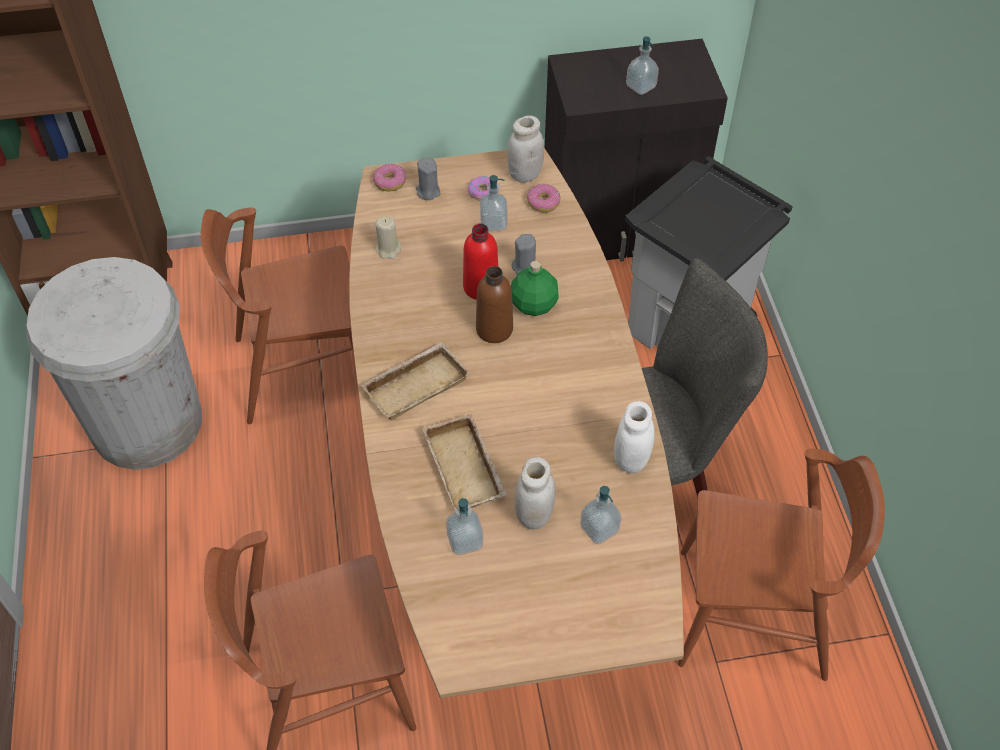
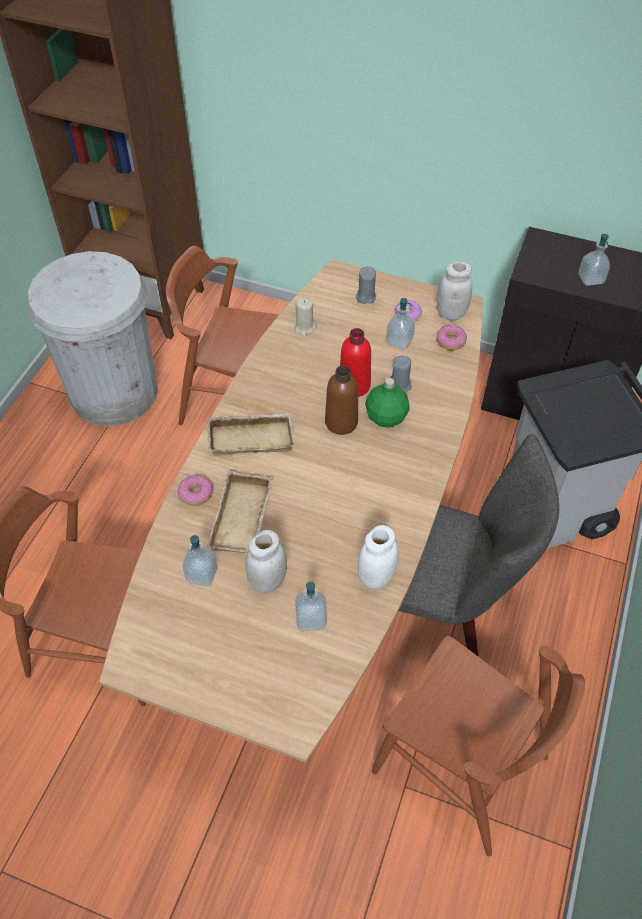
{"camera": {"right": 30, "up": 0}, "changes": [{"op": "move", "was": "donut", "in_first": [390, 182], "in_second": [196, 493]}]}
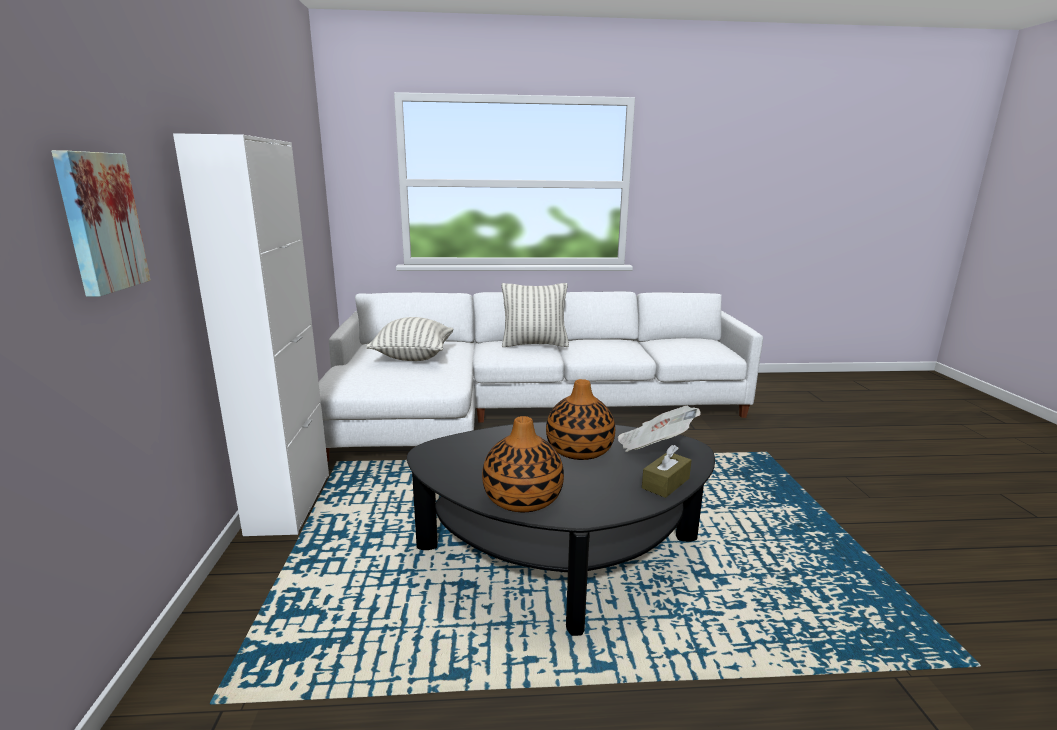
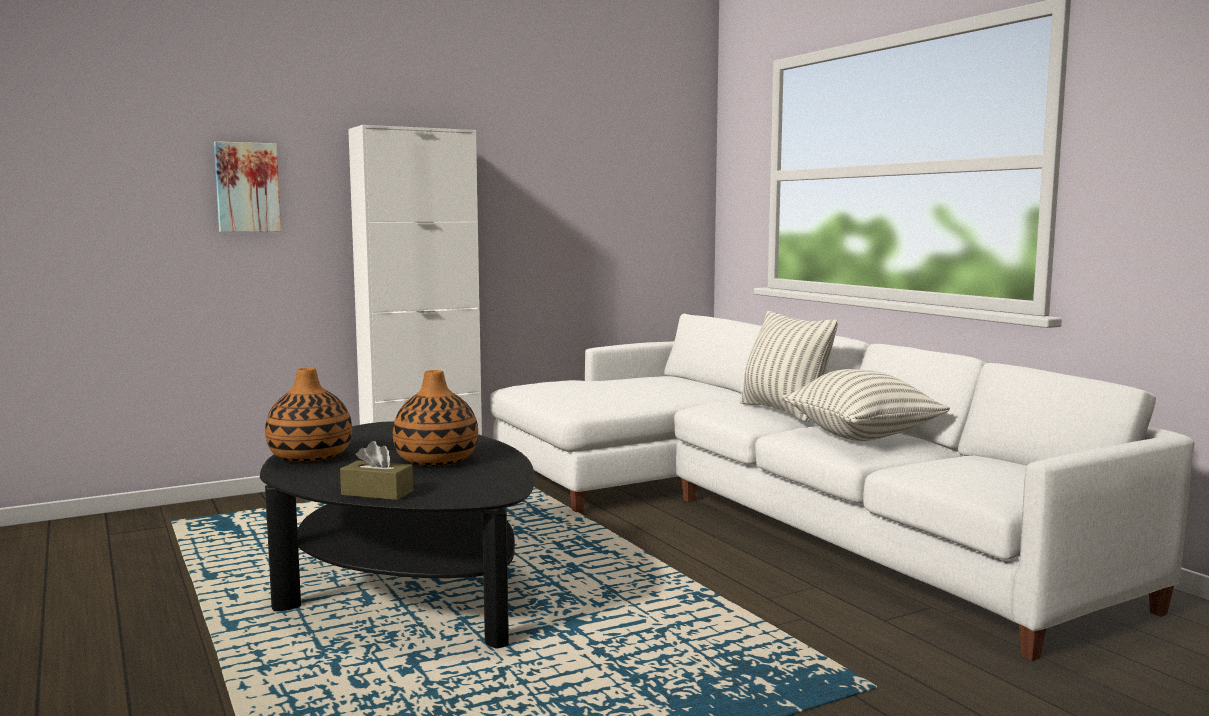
{"camera": {"right": 65, "up": -10}, "changes": [{"op": "move", "was": "pillow", "in_first": [413, 357], "in_second": [861, 436]}, {"op": "delete", "was": "newspaper", "in_first": [654, 447]}]}
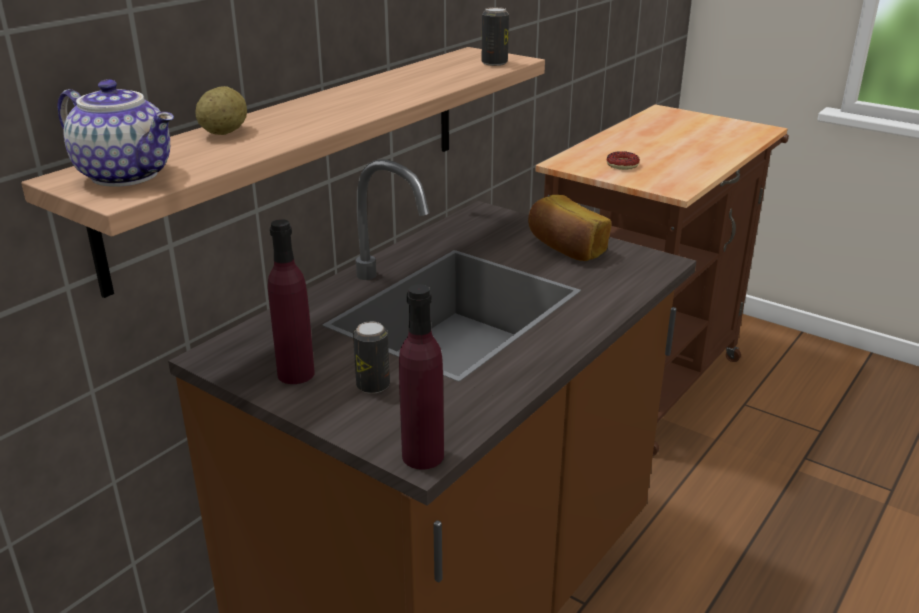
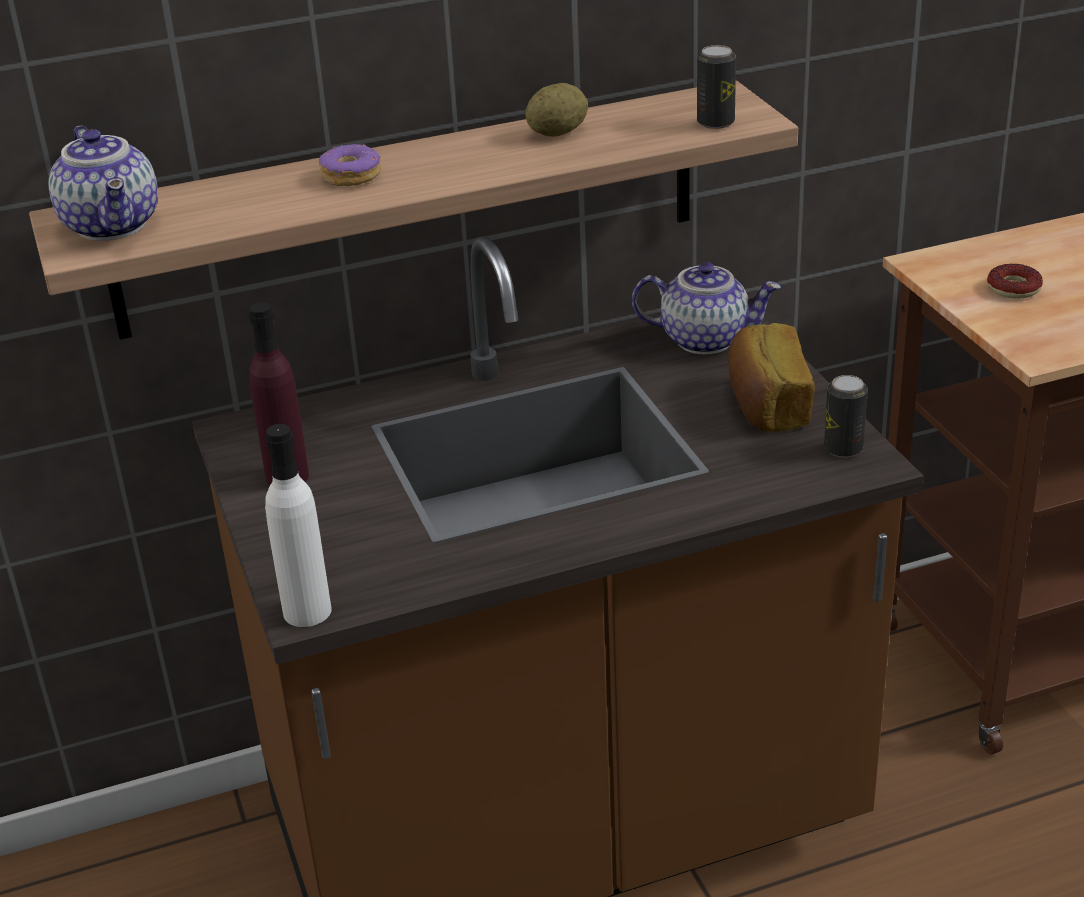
{"camera": {"right": 35, "up": 5}, "changes": [{"op": "move", "was": "potato", "in_first": [224, 132], "in_second": [557, 133]}, {"op": "move", "was": "can", "in_first": [373, 385], "in_second": [843, 448]}, {"op": "recolor", "was": "purple_bottle", "now": "white_bottle", "in_first": [423, 456], "in_second": [307, 611]}, {"op": "insert", "now": "donut", "in_second": [351, 176]}, {"op": "insert", "now": "teapot", "in_second": [706, 339]}]}
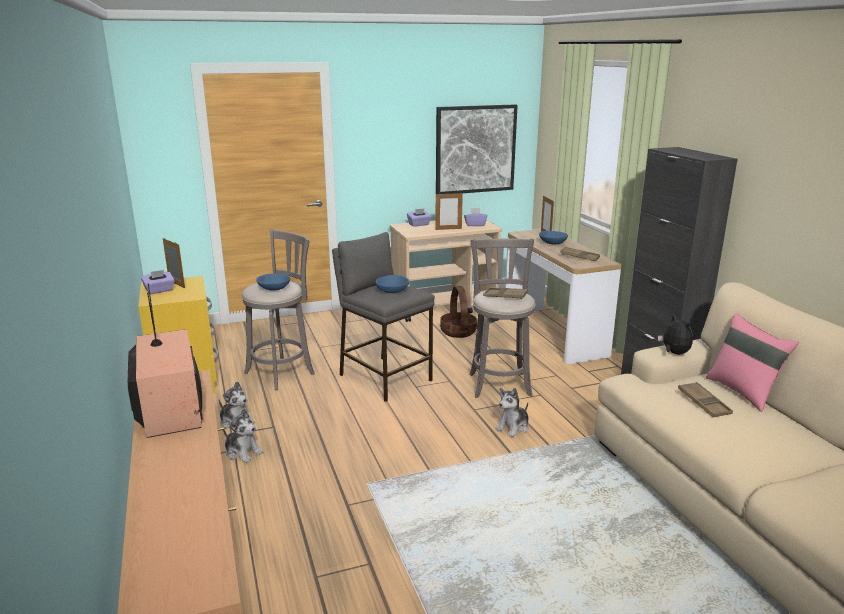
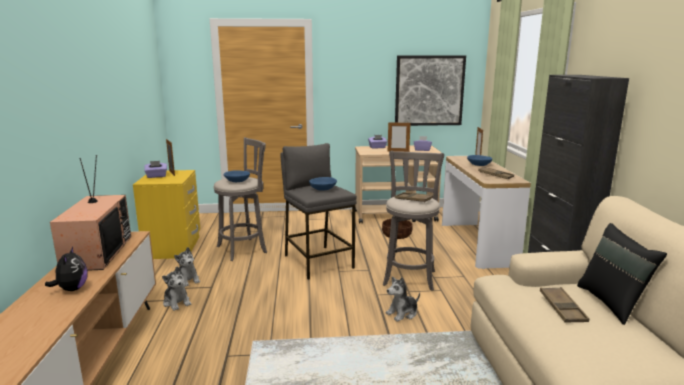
{"camera": {"right": 15, "up": -5}, "changes": [{"op": "move", "was": "plush_toy", "in_first": [674, 353], "in_second": [72, 289]}, {"op": "recolor", "was": "pink_pillow", "now": "black_pillow", "in_first": [743, 392], "in_second": [612, 303]}]}
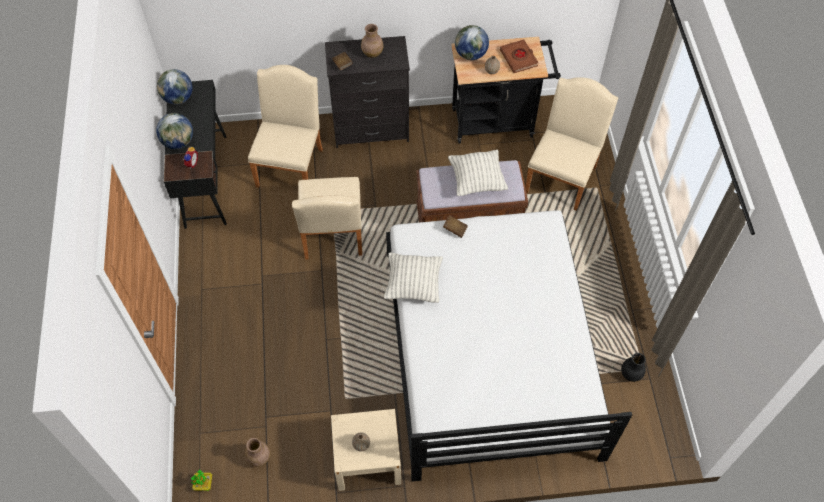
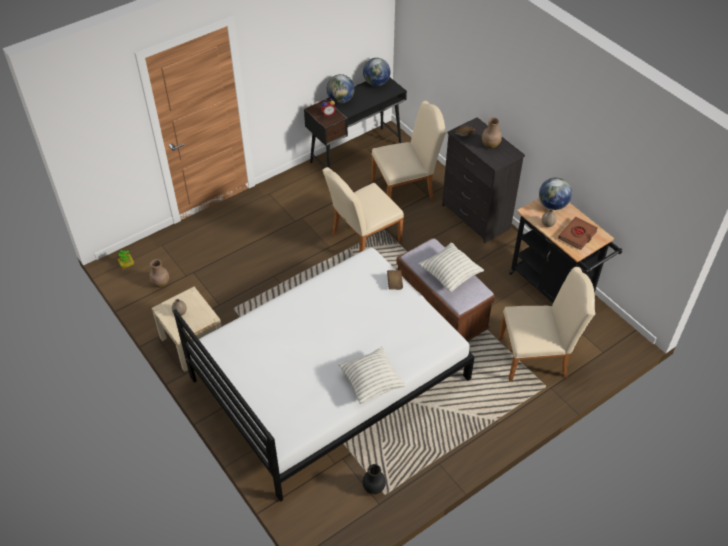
{"camera": {"right": 60, "up": -10}, "changes": [{"op": "move", "was": "pillow", "in_first": [413, 284], "in_second": [371, 383]}]}
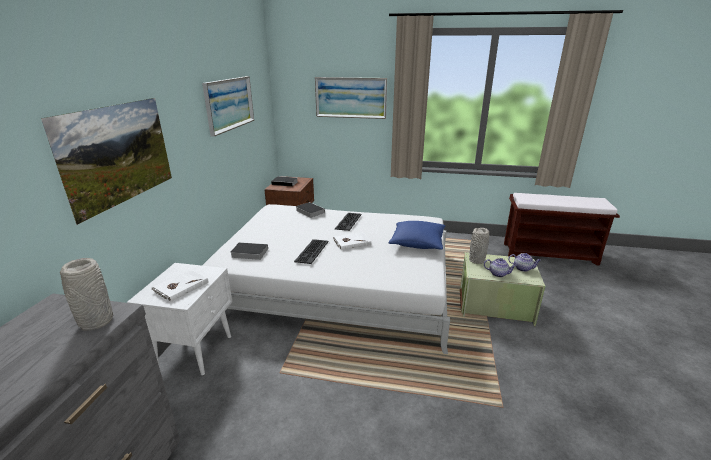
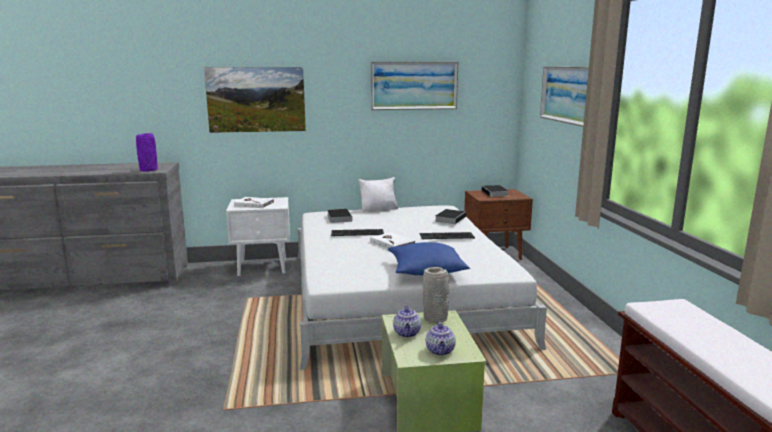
{"camera": {"right": 70, "up": -10}, "changes": [{"op": "recolor", "was": "grey_vase", "now": "purple_vase", "in_first": [95, 321], "in_second": [148, 170]}, {"op": "insert", "now": "white_pillow", "in_second": [379, 209]}]}
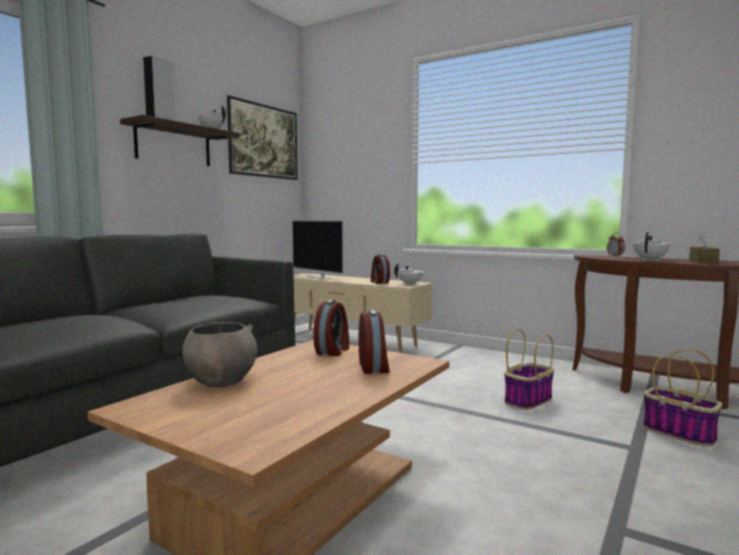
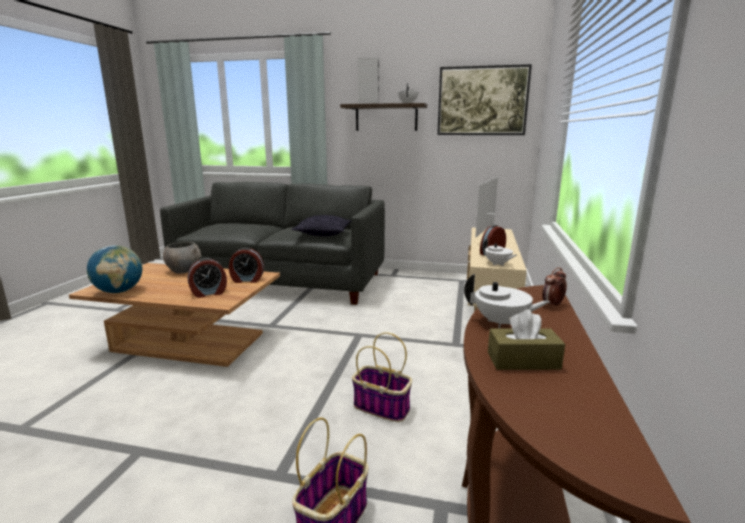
{"camera": {"right": 70, "up": 10}, "changes": [{"op": "insert", "now": "globe", "in_second": [119, 291]}, {"op": "insert", "now": "pillow", "in_second": [323, 234]}]}
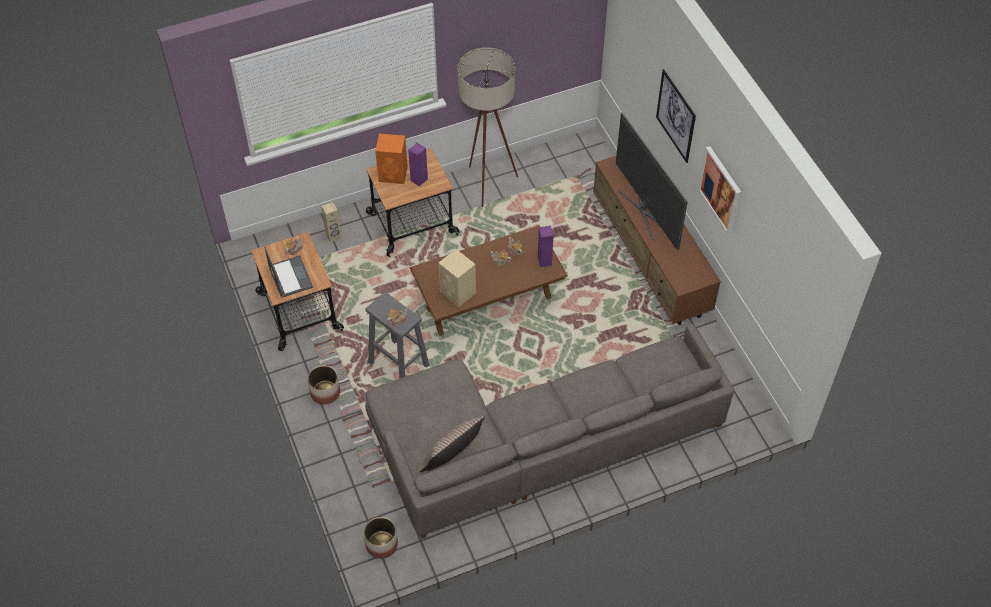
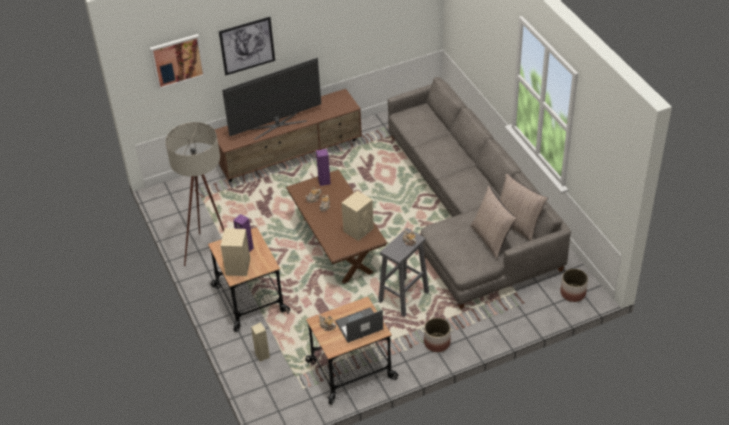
{"camera": {"right": -90, "up": -10}, "changes": [{"op": "recolor", "was": "orange_speaker", "now": "beige_speaker", "in_first": [394, 174], "in_second": [238, 266]}, {"op": "move", "was": "picture", "in_first": [721, 190], "in_second": [177, 61]}, {"op": "insert", "now": "pillow", "in_second": [491, 239]}]}
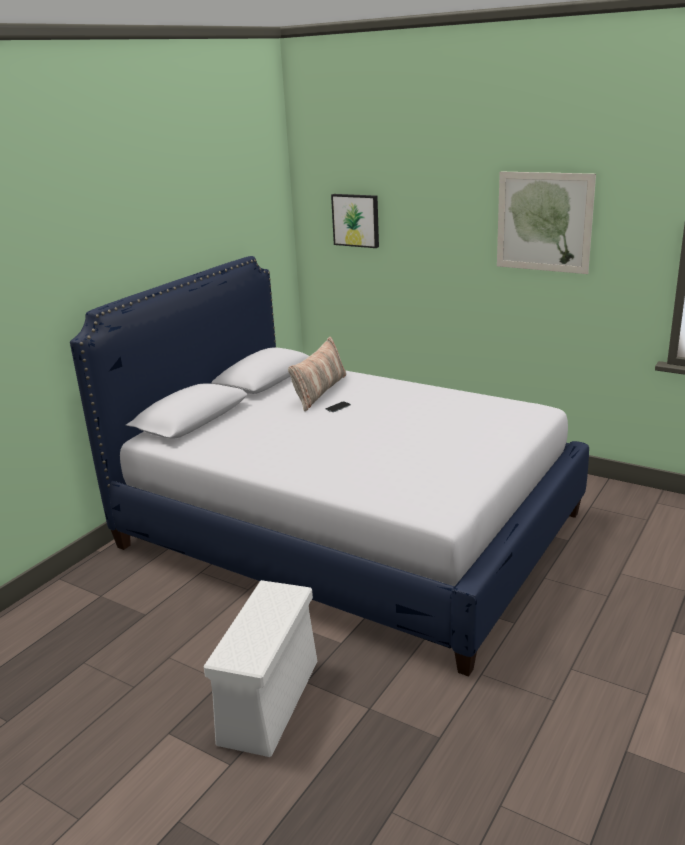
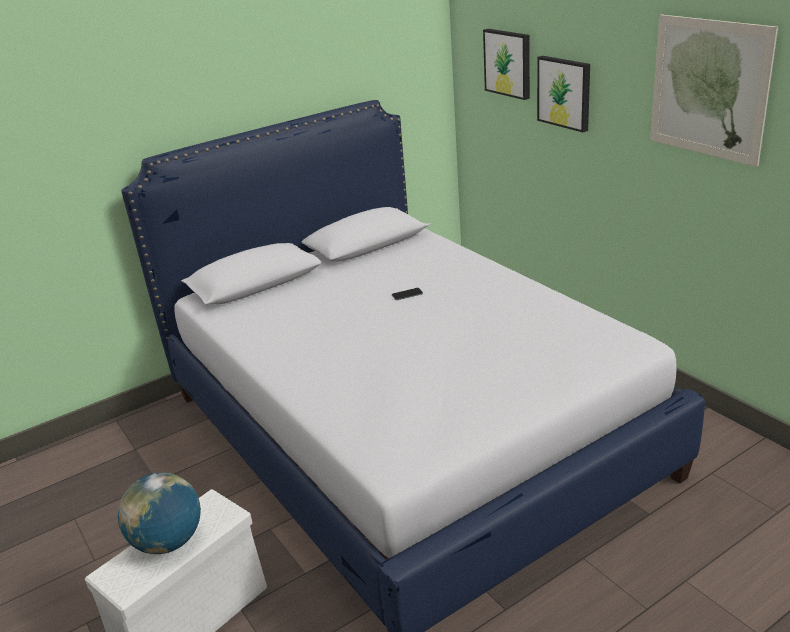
{"camera": {"right": 25, "up": 5}, "changes": [{"op": "delete", "was": "pillow", "in_first": [319, 391]}, {"op": "insert", "now": "globe", "in_second": [168, 542]}, {"op": "insert", "now": "picture", "in_second": [565, 92]}]}
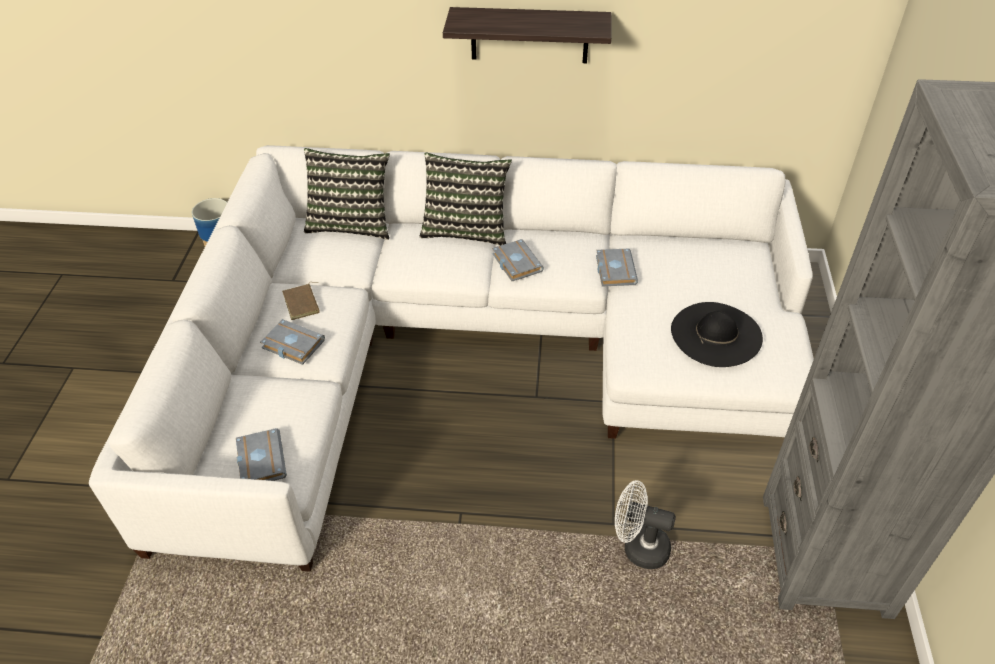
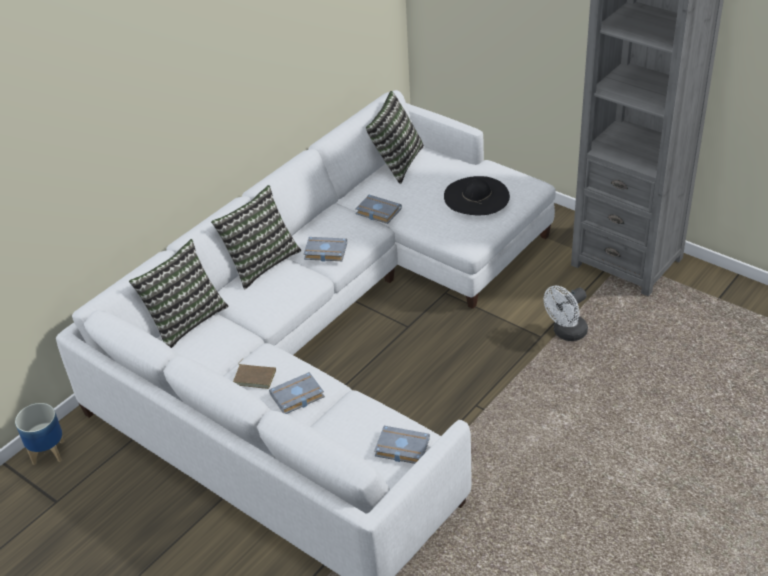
{"camera": {"right": -55, "up": -5}, "changes": [{"op": "delete", "was": "shelf", "in_first": [529, 35]}, {"op": "insert", "now": "pillow", "in_second": [396, 162]}]}
